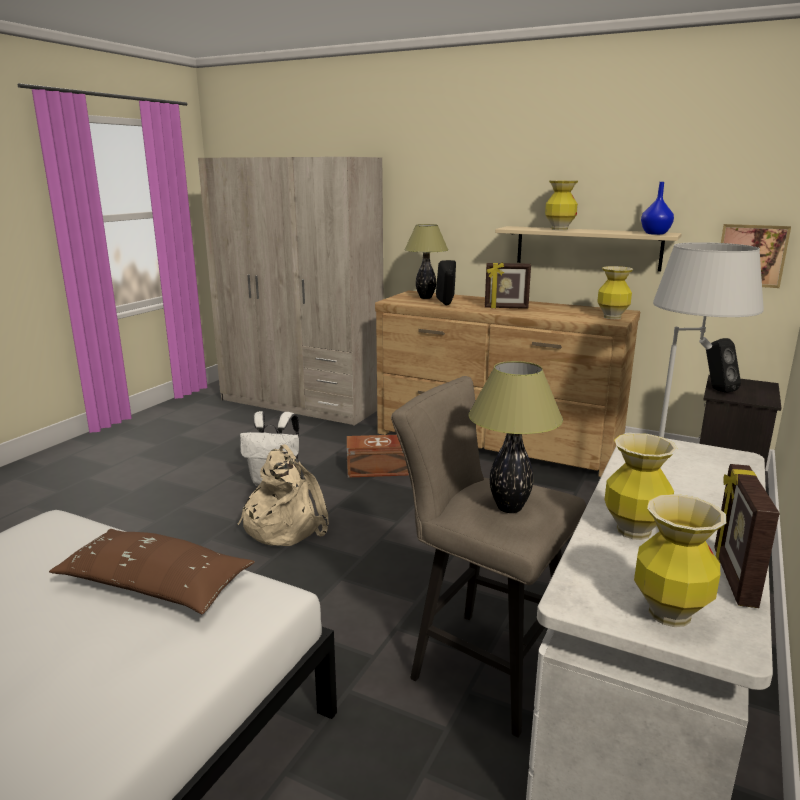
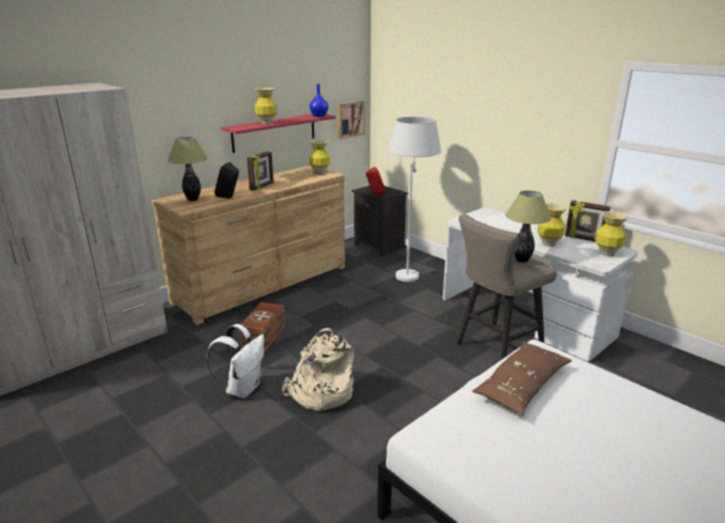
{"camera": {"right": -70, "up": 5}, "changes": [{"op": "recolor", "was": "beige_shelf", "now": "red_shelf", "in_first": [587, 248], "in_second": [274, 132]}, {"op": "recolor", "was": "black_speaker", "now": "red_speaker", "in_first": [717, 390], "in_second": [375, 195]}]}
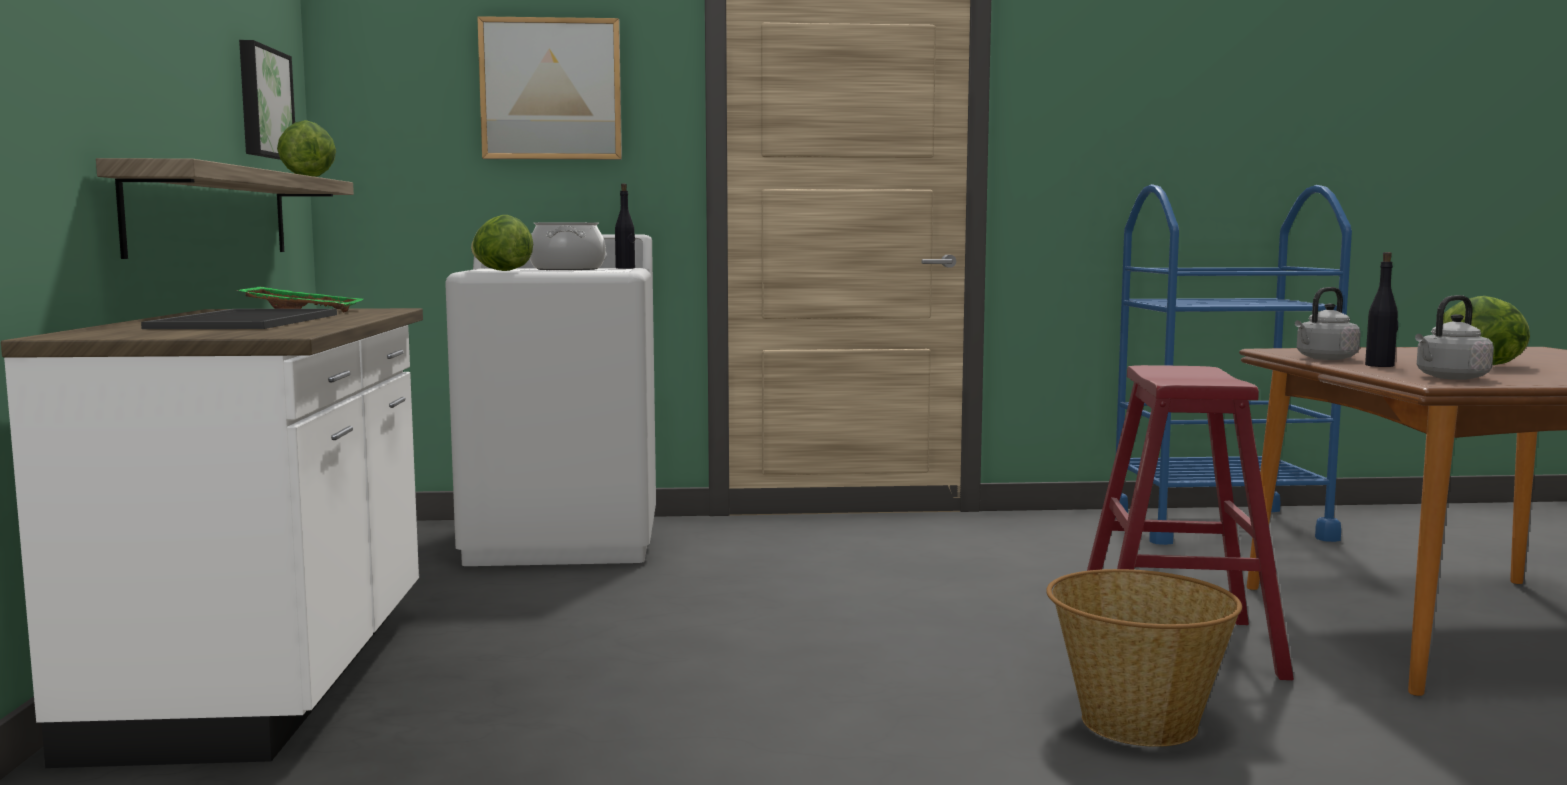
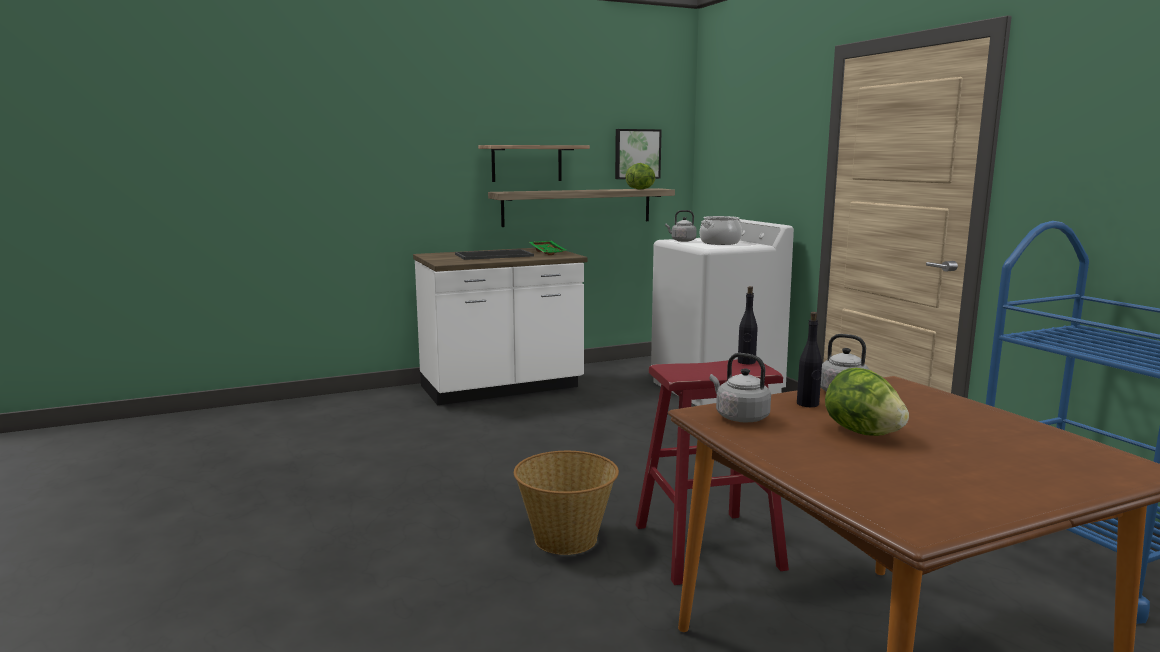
{"camera": {"right": 70, "up": 5}, "changes": [{"op": "replace", "was": "lettuce", "now": "grey_kettle", "in_first": [502, 271], "in_second": [682, 241]}, {"op": "delete", "was": "picture", "in_first": [551, 89]}, {"op": "move", "was": "black_bottle", "in_first": [625, 268], "in_second": [746, 362]}, {"op": "insert", "now": "shelf", "in_second": [527, 163]}]}
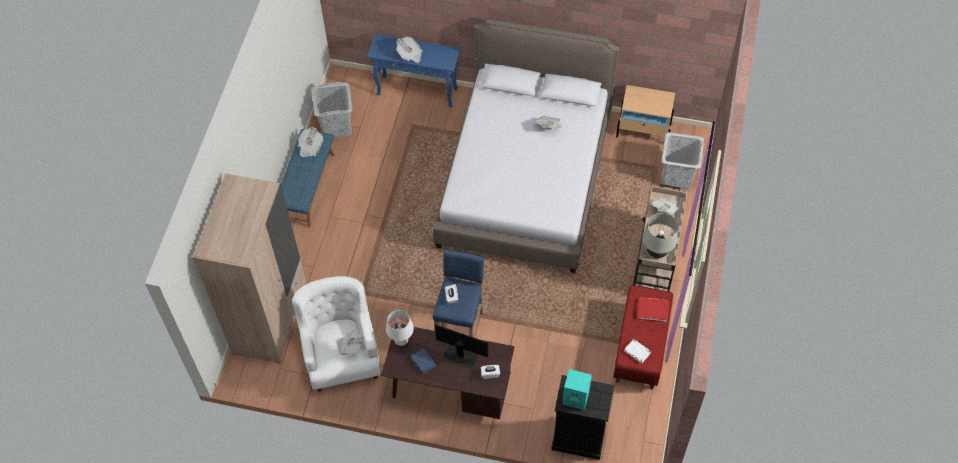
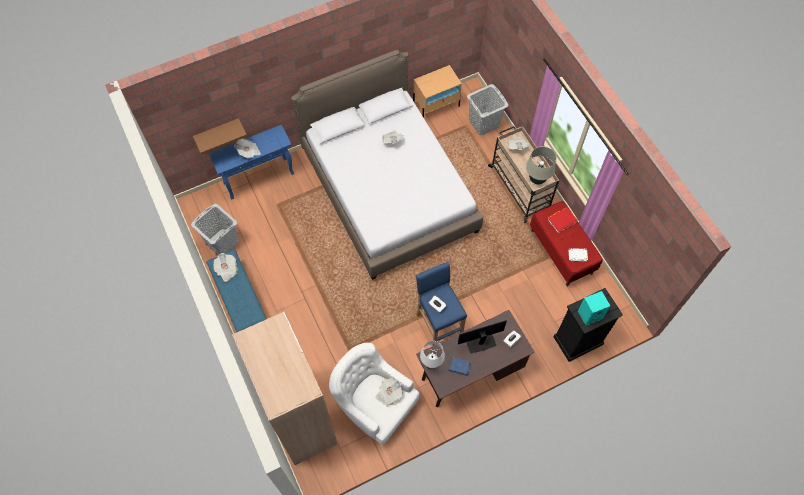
{"camera": {"right": -40, "up": 5}, "changes": [{"op": "insert", "now": "brown_shelf", "in_second": [217, 132]}]}
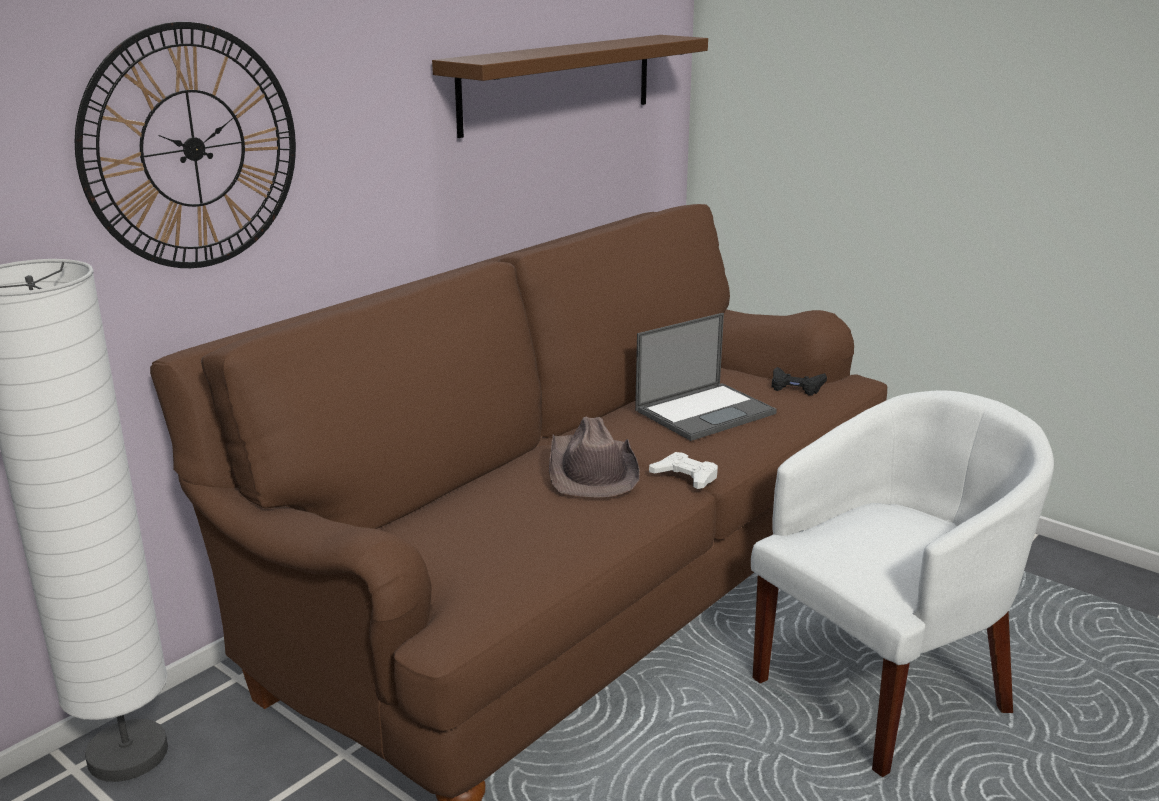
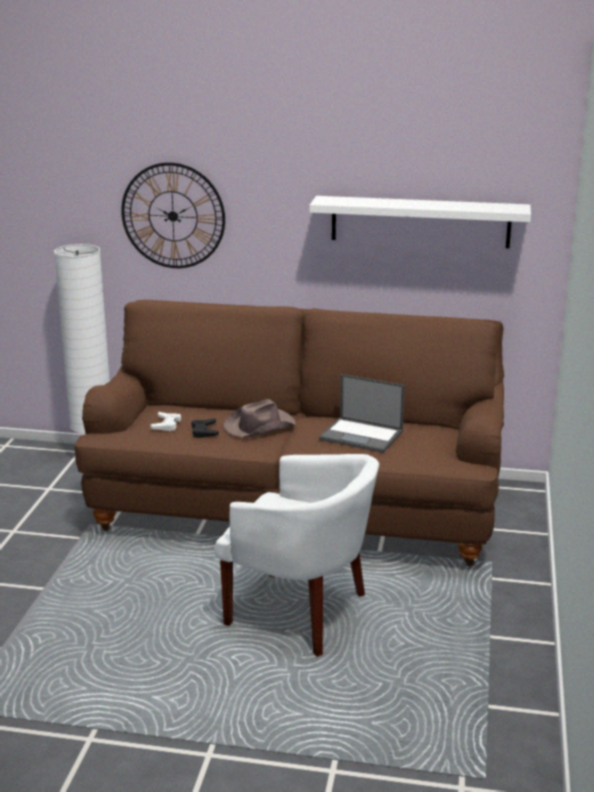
{"camera": {"right": 60, "up": 0}, "changes": [{"op": "recolor", "was": "brown_shelf", "now": "white_shelf", "in_first": [558, 83], "in_second": [420, 221]}, {"op": "move", "was": "white_game_controller", "in_first": [685, 476], "in_second": [166, 425]}, {"op": "move", "was": "black_game_controller", "in_first": [796, 386], "in_second": [204, 431]}]}
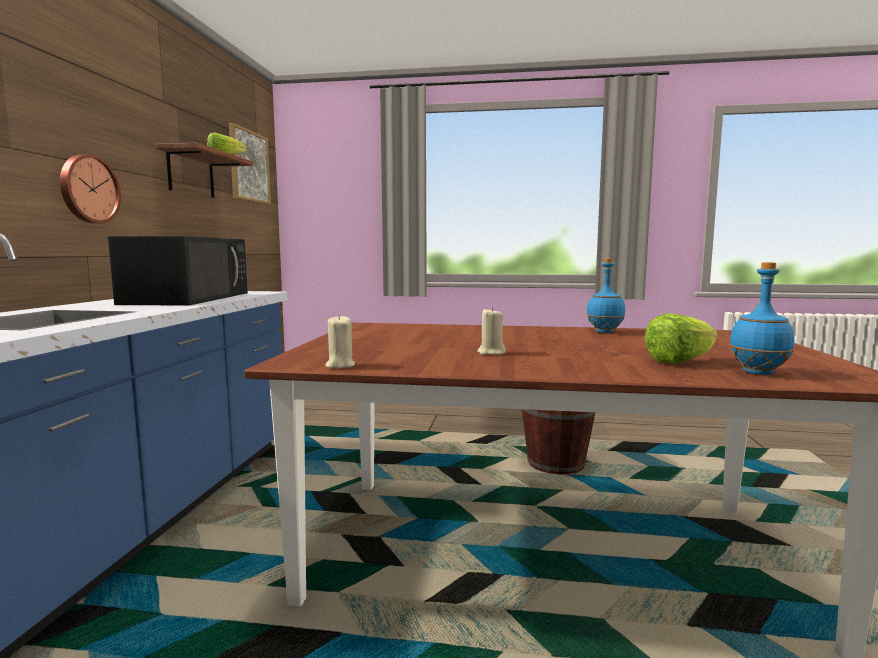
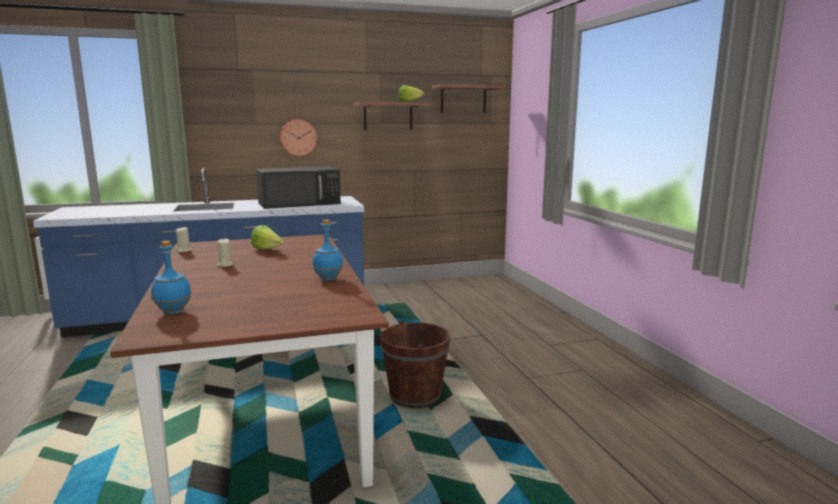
{"camera": {"right": 65, "up": 5}, "changes": [{"op": "replace", "was": "picture", "now": "shelf", "in_first": [249, 166], "in_second": [463, 99]}, {"op": "move", "was": "lettuce", "in_first": [680, 361], "in_second": [267, 250]}]}
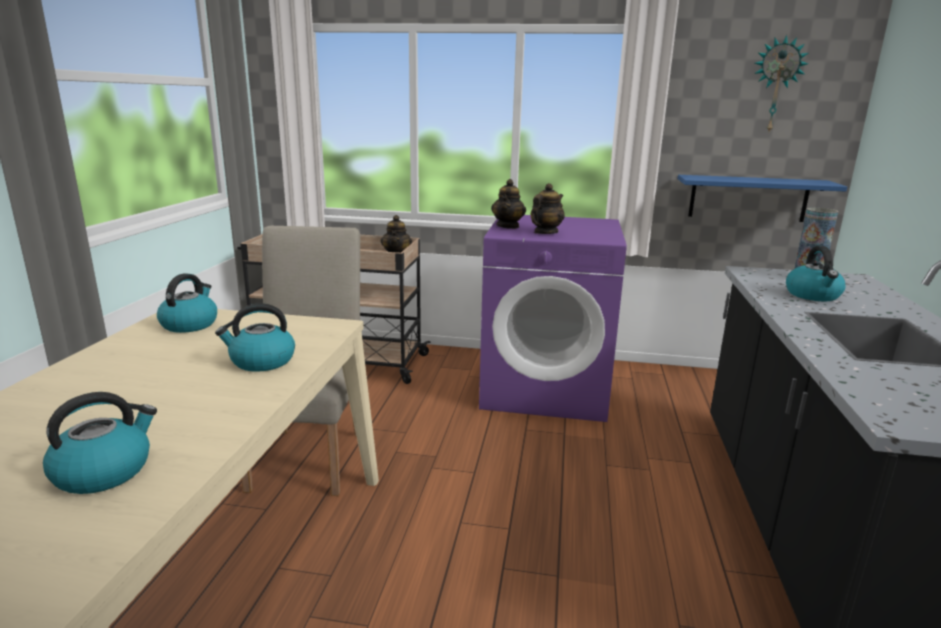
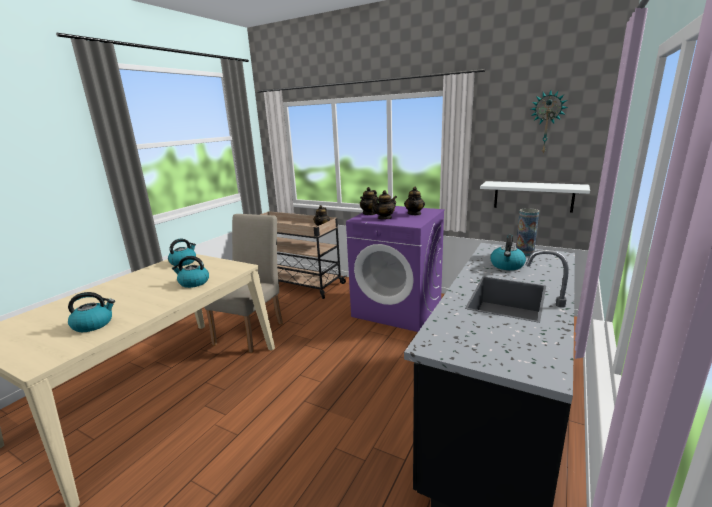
{"camera": {"right": 20, "up": 0}, "changes": [{"op": "recolor", "was": "blue_shelf", "now": "white_shelf", "in_first": [748, 198], "in_second": [533, 196]}, {"op": "insert", "now": "teapot", "in_second": [414, 214]}]}
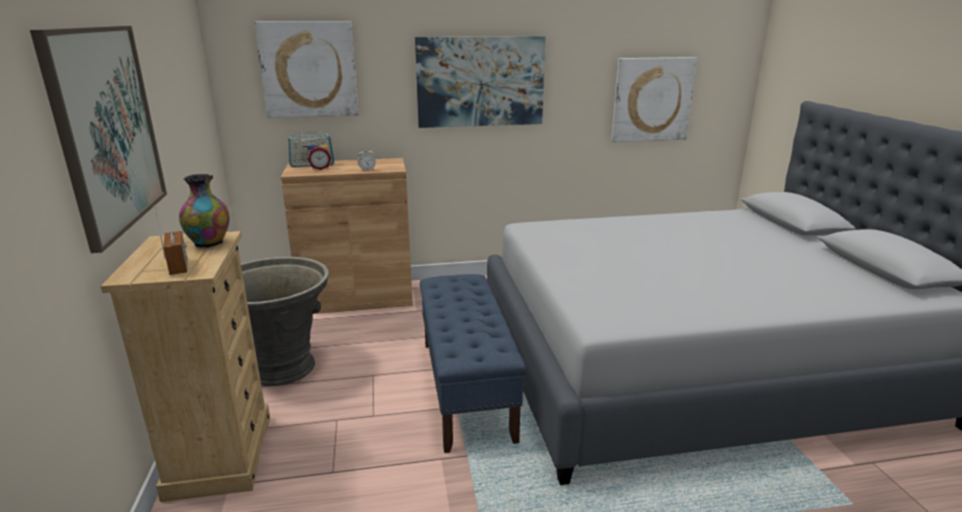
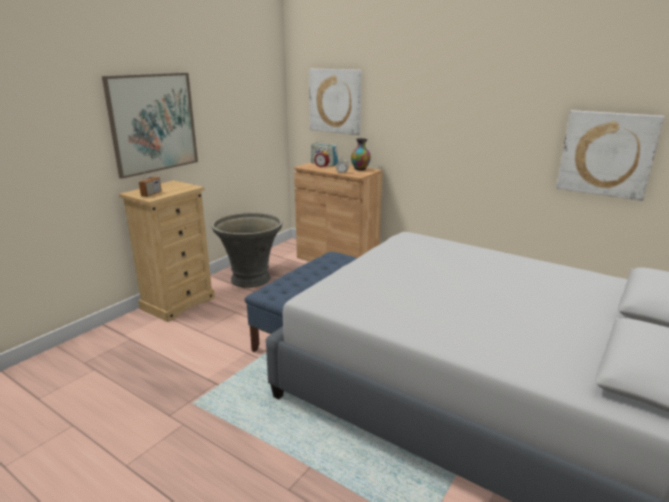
{"camera": {"right": 45, "up": 0}, "changes": [{"op": "move", "was": "vase", "in_first": [209, 243], "in_second": [360, 169]}, {"op": "delete", "was": "picture", "in_first": [480, 82]}]}
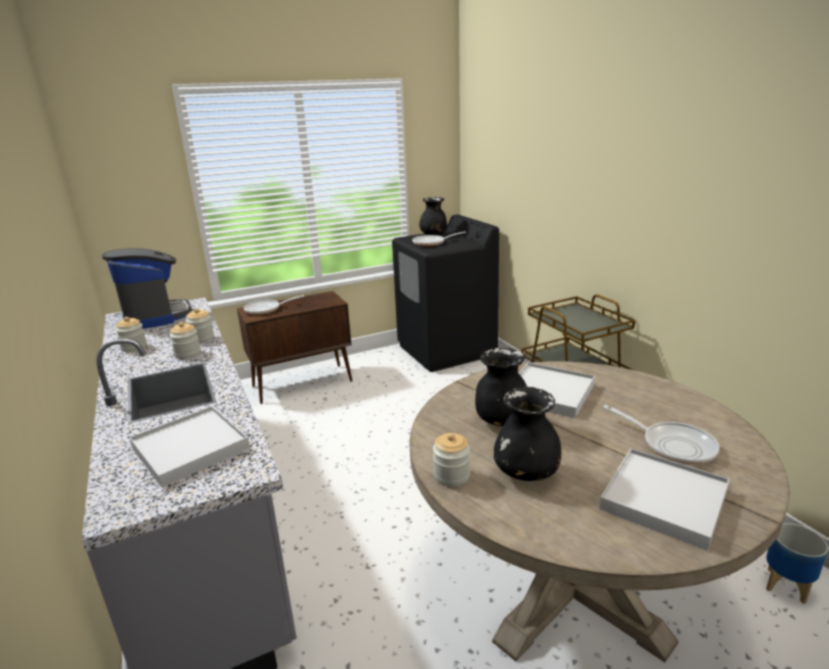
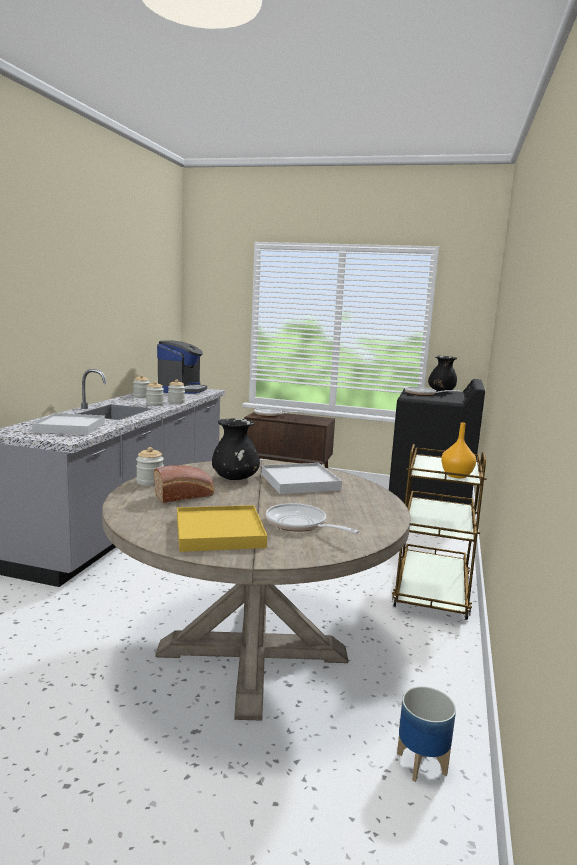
{"camera": {"right": 40, "up": -10}, "changes": [{"op": "replace", "was": "black_vase", "now": "bread", "in_first": [526, 472], "in_second": [185, 495]}, {"op": "recolor", "was": "white_tray", "now": "yellow_tray", "in_first": [663, 499], "in_second": [219, 532]}, {"op": "rotate", "was": "frying_pan", "in_first": [672, 445], "in_second": [300, 524], "clockwise": 135}, {"op": "insert", "now": "orange_vase", "in_second": [456, 476]}]}
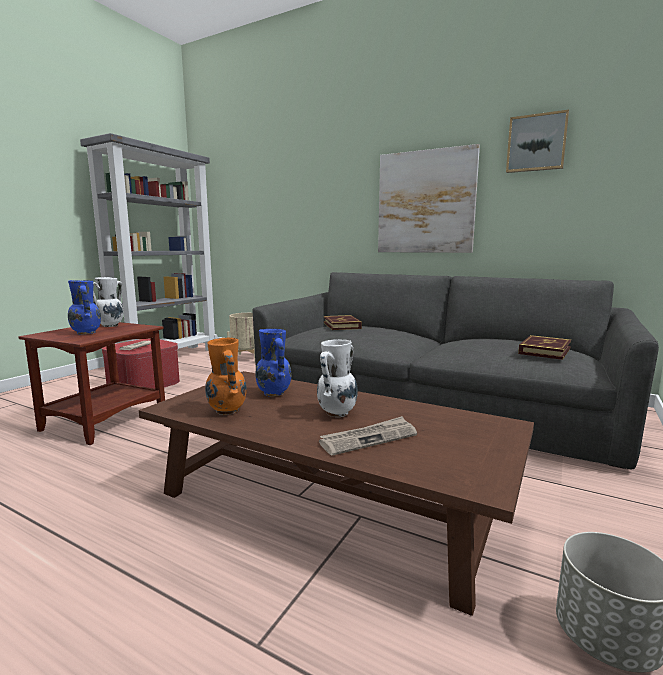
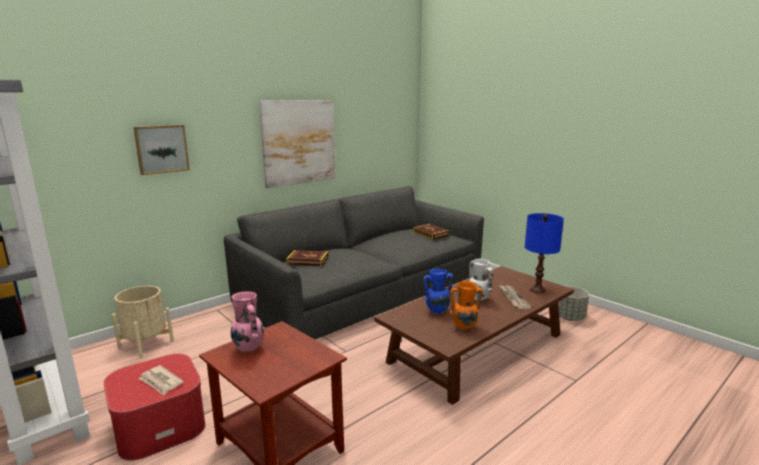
{"camera": {"right": -70, "up": 5}, "changes": [{"op": "delete", "was": "blue_vase", "in_first": [86, 333]}, {"op": "recolor", "was": "white_vase", "now": "pink_vase", "in_first": [110, 326], "in_second": [249, 348]}, {"op": "move", "was": "picture", "in_first": [536, 143], "in_second": [161, 149]}, {"op": "insert", "now": "blue_table_lamp", "in_second": [538, 290]}]}
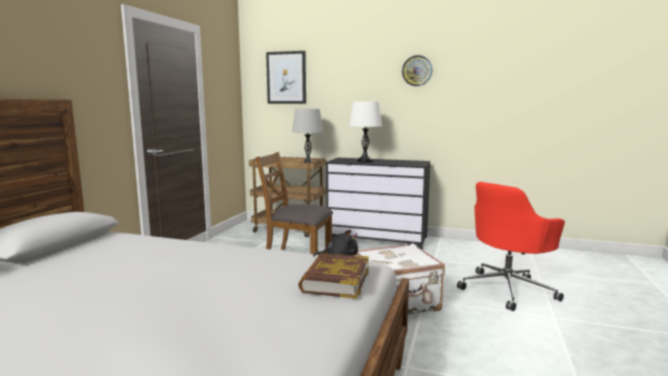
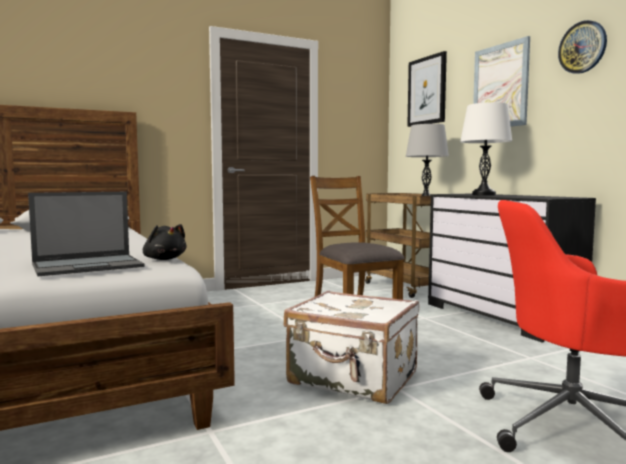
{"camera": {"right": 45, "up": -5}, "changes": [{"op": "replace", "was": "book", "now": "laptop", "in_first": [335, 281], "in_second": [89, 265]}, {"op": "insert", "now": "picture", "in_second": [500, 86]}]}
